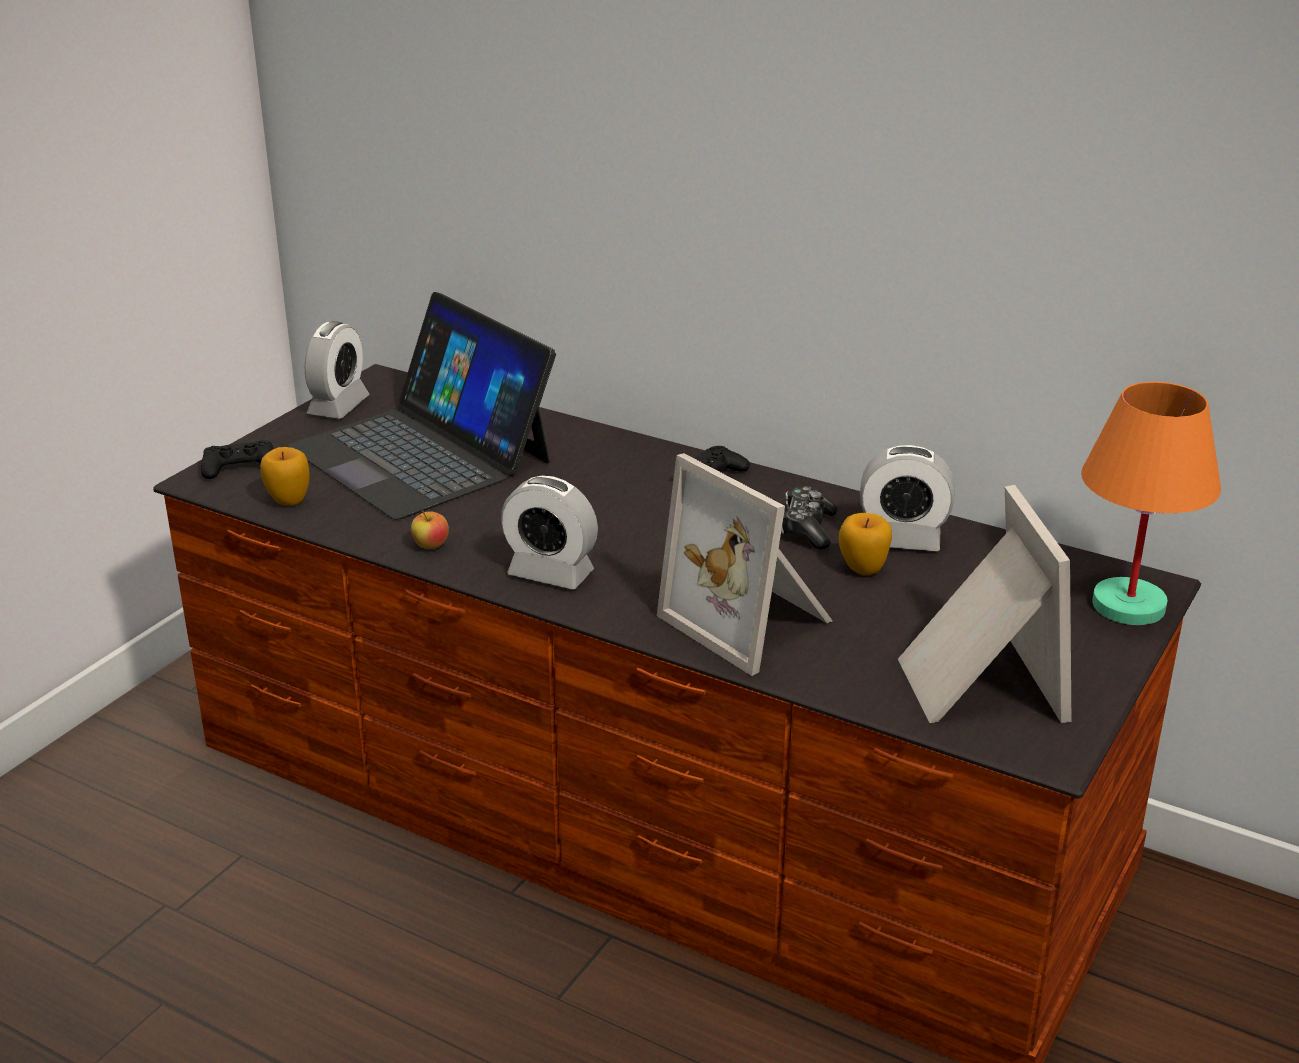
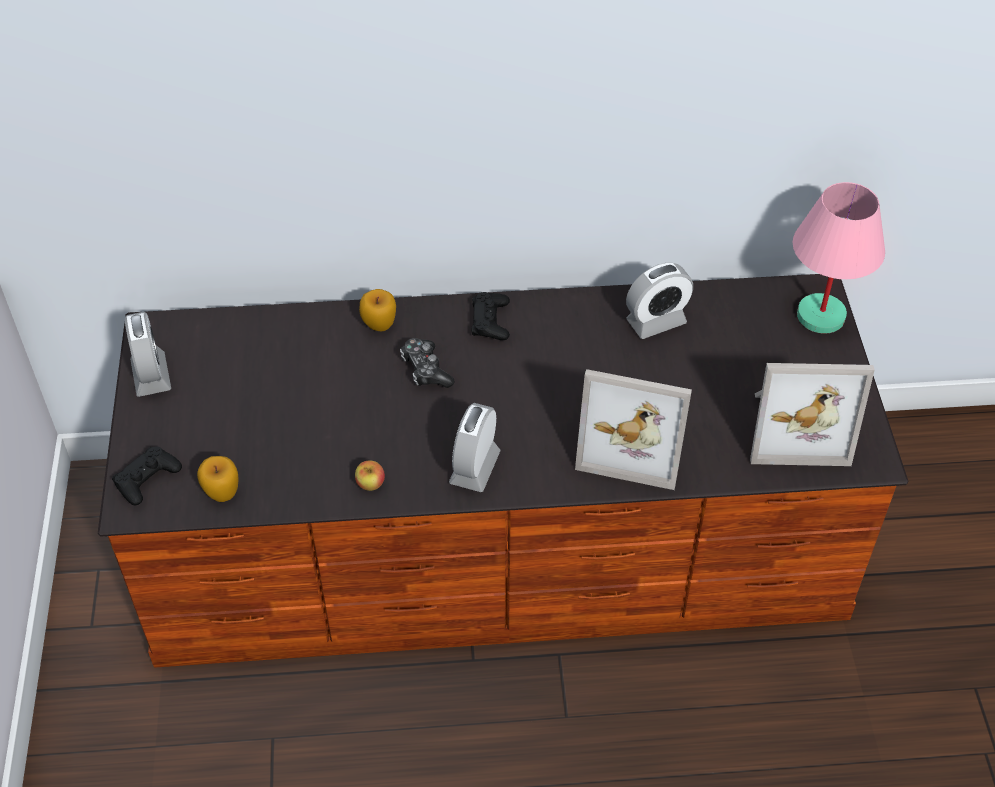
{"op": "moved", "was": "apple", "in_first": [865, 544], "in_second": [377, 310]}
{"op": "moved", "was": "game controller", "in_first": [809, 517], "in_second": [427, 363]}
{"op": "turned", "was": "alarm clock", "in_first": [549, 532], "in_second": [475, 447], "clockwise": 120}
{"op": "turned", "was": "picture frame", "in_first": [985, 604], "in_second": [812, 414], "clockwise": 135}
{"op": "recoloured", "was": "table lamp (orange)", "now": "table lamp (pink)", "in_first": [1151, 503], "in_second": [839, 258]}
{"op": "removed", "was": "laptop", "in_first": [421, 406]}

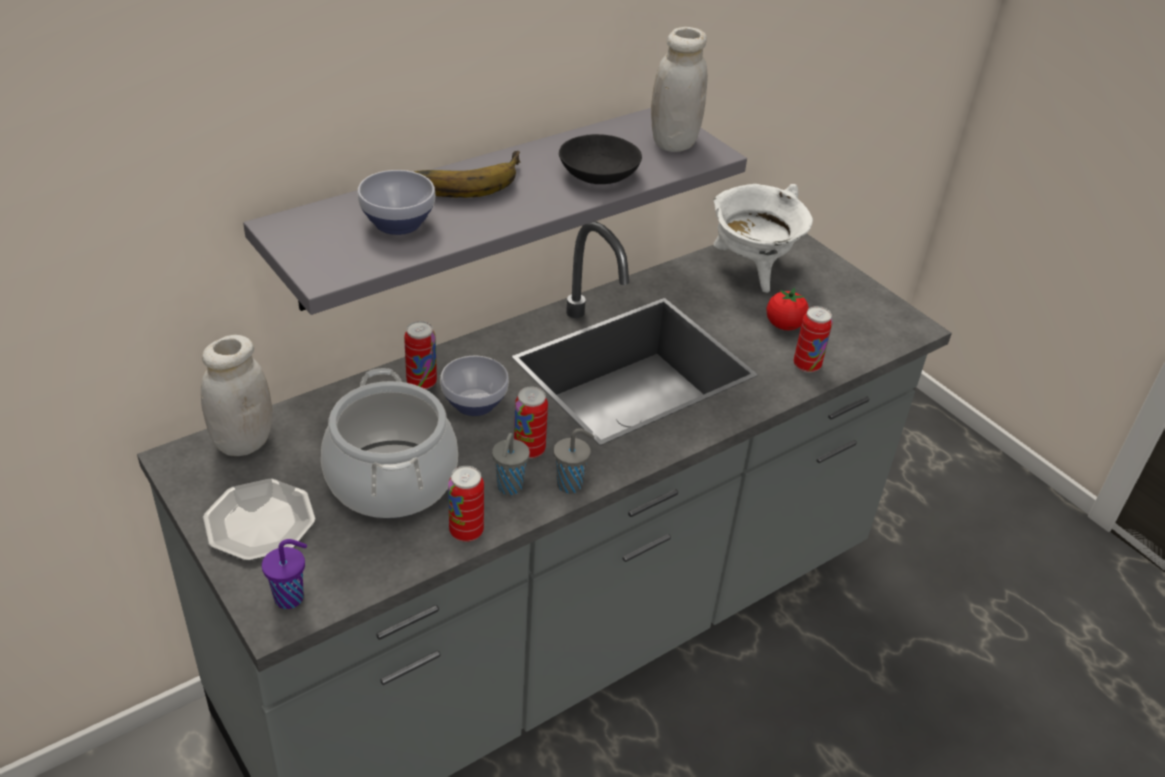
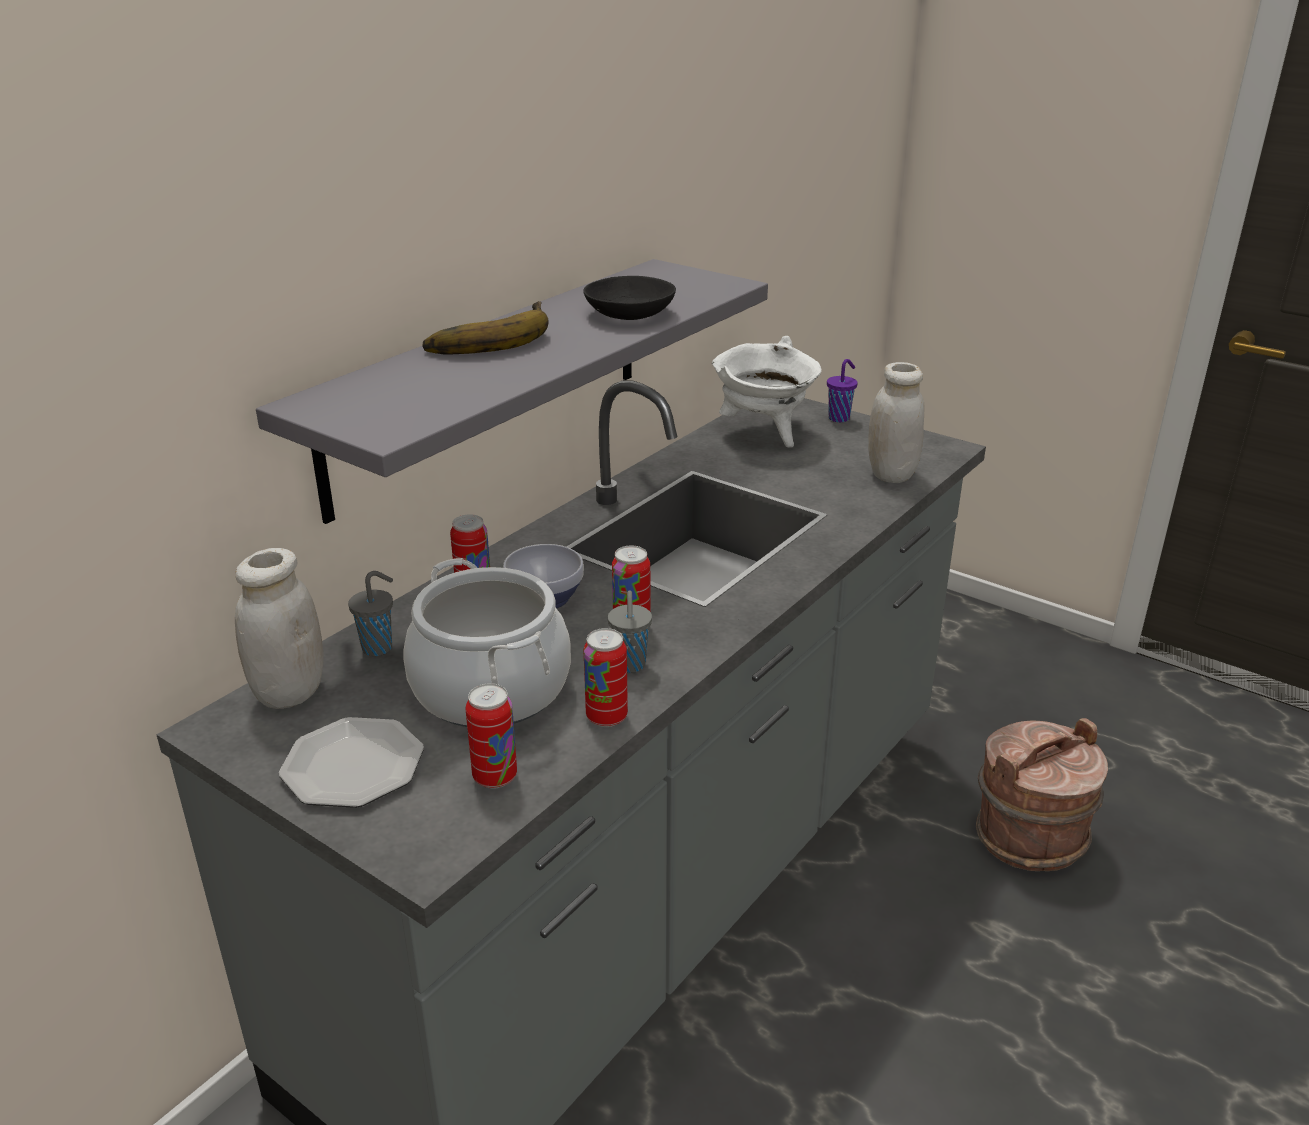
{"op": "moved", "was": "cup (grey)", "in_first": [574, 461], "in_second": [370, 613]}
{"op": "moved", "was": "can", "in_first": [813, 339], "in_second": [491, 736]}
{"op": "moved", "was": "cup (purple)", "in_first": [284, 574], "in_second": [842, 390]}
{"op": "moved", "was": "jar (white)", "in_first": [679, 89], "in_second": [896, 422]}
{"op": "added", "now": "bucket (brown)", "in_second": [1042, 794]}
{"op": "removed", "was": "bowl", "in_first": [396, 202]}
{"op": "removed", "was": "tomato", "in_first": [787, 309]}

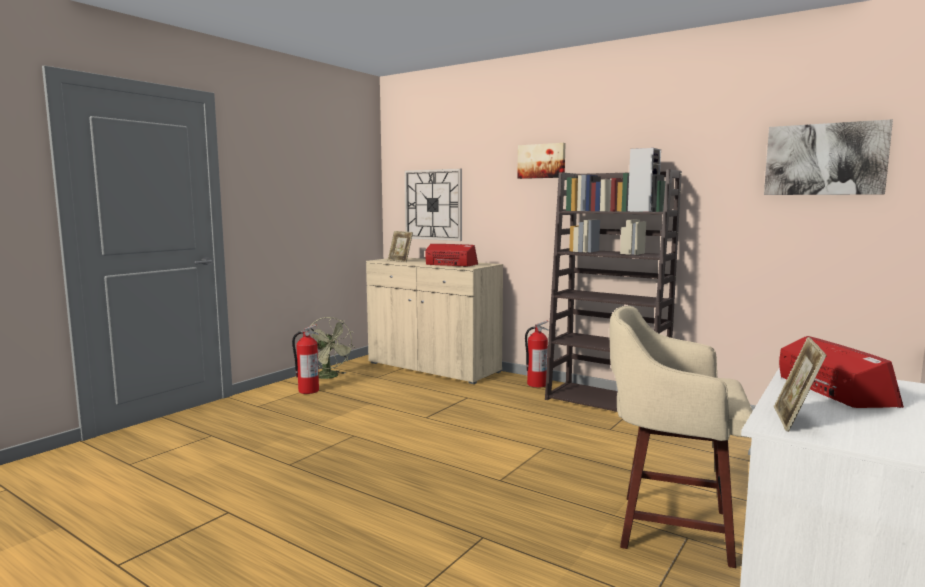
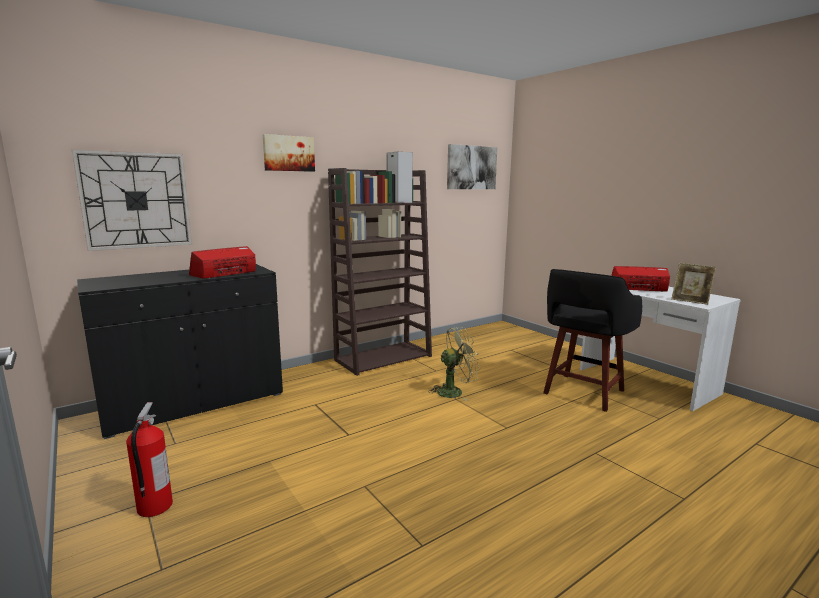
{"op": "recoloured", "was": "cabinet (beige)", "now": "cabinet (black)", "in_first": [434, 321], "in_second": [180, 351]}
{"op": "moved", "was": "fan (green)", "in_first": [332, 348], "in_second": [454, 364]}
{"op": "recoloured", "was": "stool (beige)", "now": "stool (black)", "in_first": [681, 437], "in_second": [592, 340]}
{"op": "removed", "was": "picture frame", "in_first": [400, 246]}
{"op": "removed", "was": "fire extinguisher", "in_first": [537, 354]}

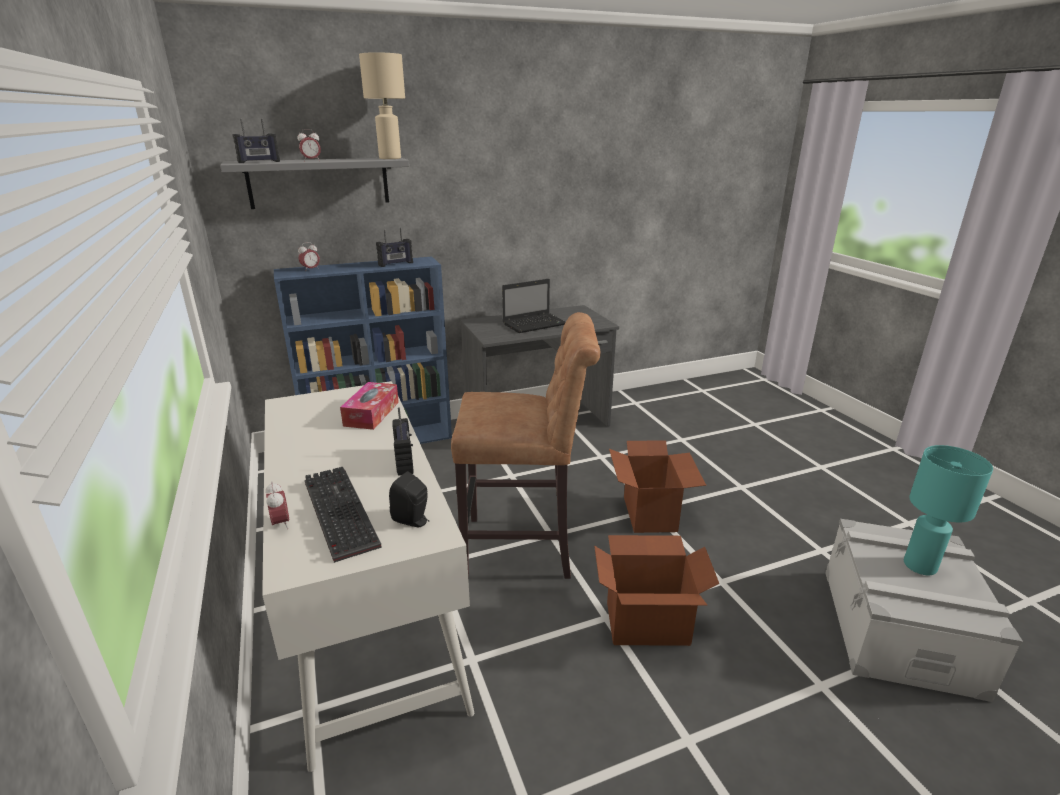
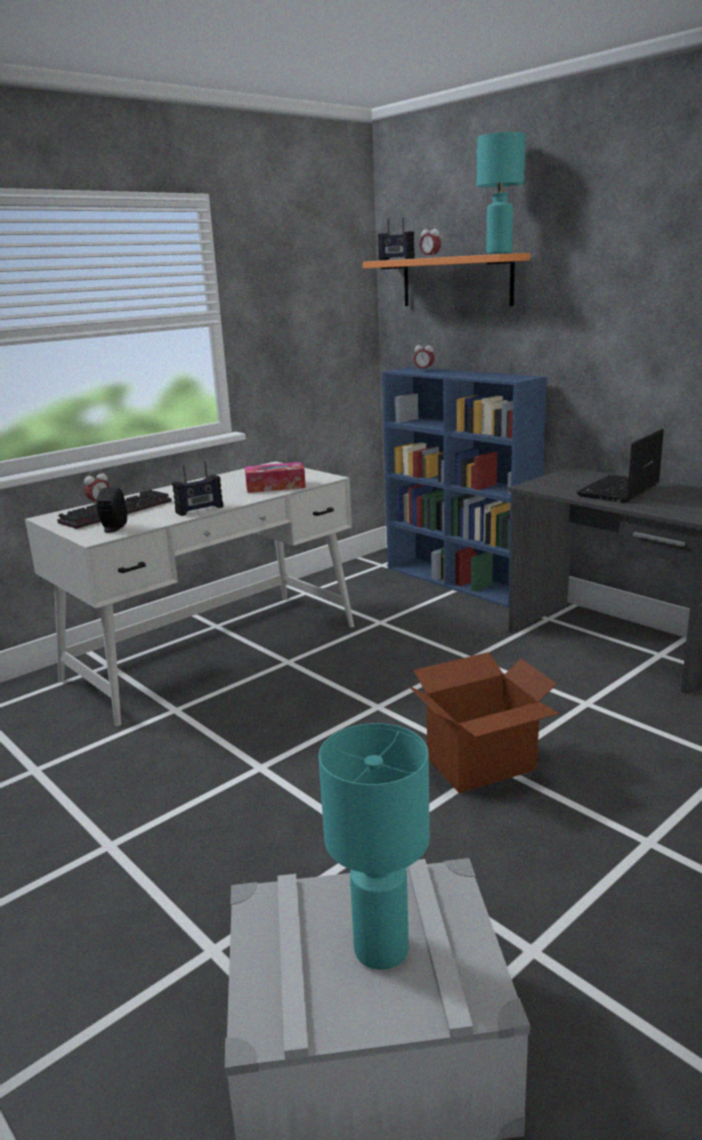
{"op": "recoloured", "was": "shelf (grey)", "now": "shelf (orange)", "in_first": [314, 183], "in_second": [446, 279]}
{"op": "recoloured", "was": "table lamp (beige)", "now": "table lamp (turquoise)", "in_first": [382, 105], "in_second": [501, 193]}
{"op": "turned", "was": "laptop", "in_first": [534, 306], "in_second": [620, 466], "clockwise": 90}
{"op": "removed", "was": "radio", "in_first": [394, 247]}
{"op": "removed", "was": "stool (brown)", "in_first": [525, 445]}
{"op": "removed", "was": "cardboard box", "in_first": [656, 590]}

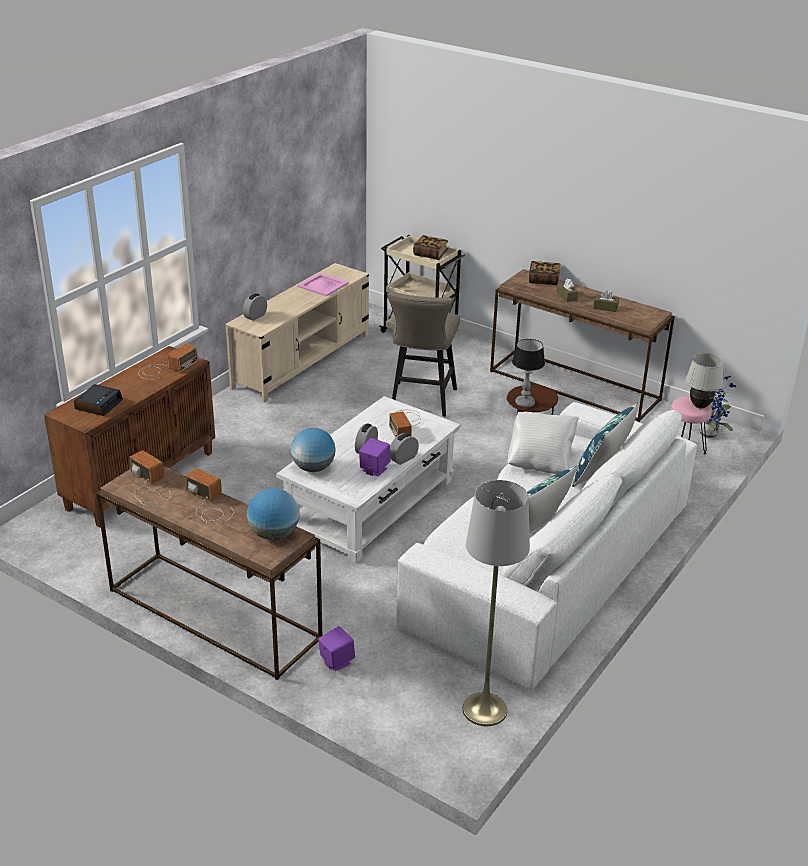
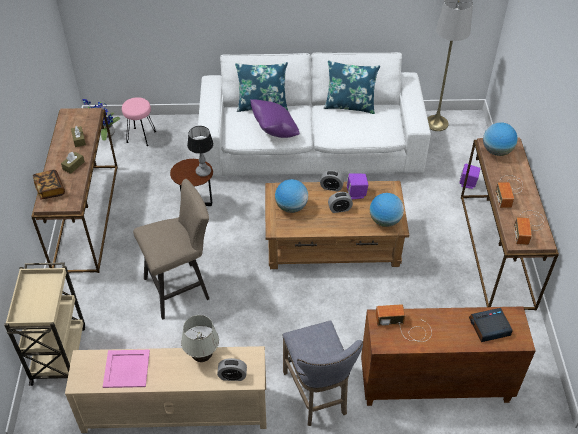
{"op": "moved", "was": "table lamp (white)", "in_first": [704, 380], "in_second": [200, 338]}
{"op": "recoloured", "was": "pillow (white)", "now": "pillow (purple)", "in_first": [543, 443], "in_second": [275, 118]}
{"op": "recoloured", "was": "coffee table (white)", "now": "coffee table (brown)", "in_first": [368, 479], "in_second": [337, 225]}
{"op": "replaced", "was": "radio", "now": "globe", "in_first": [405, 424], "in_second": [291, 196]}
{"op": "added", "now": "stool (grey)", "in_second": [322, 373]}
{"op": "removed", "was": "book", "in_first": [430, 247]}

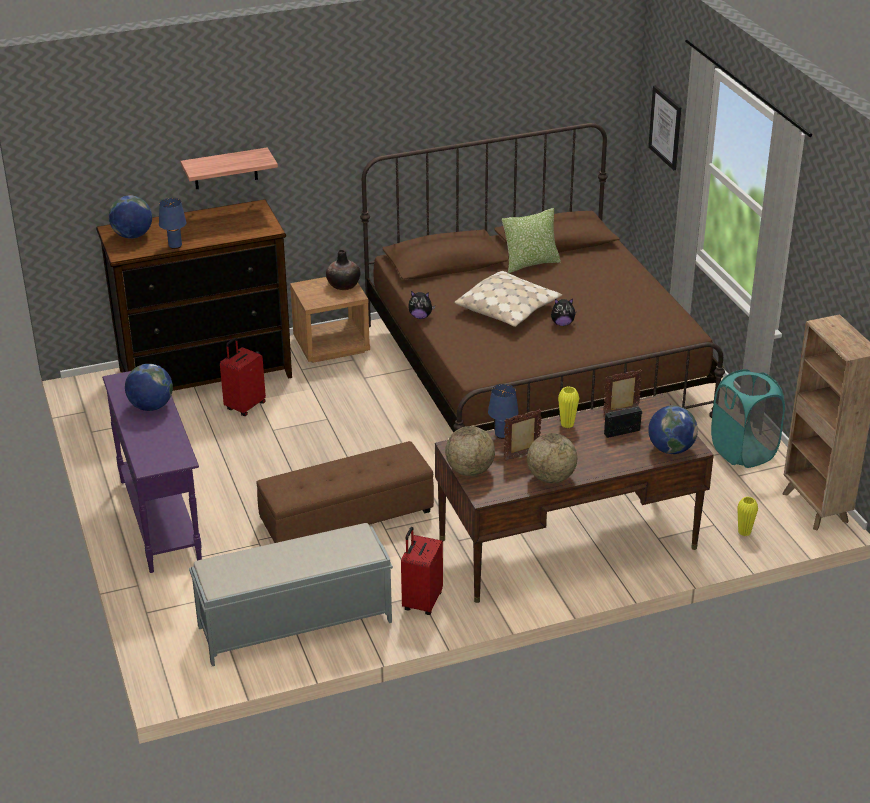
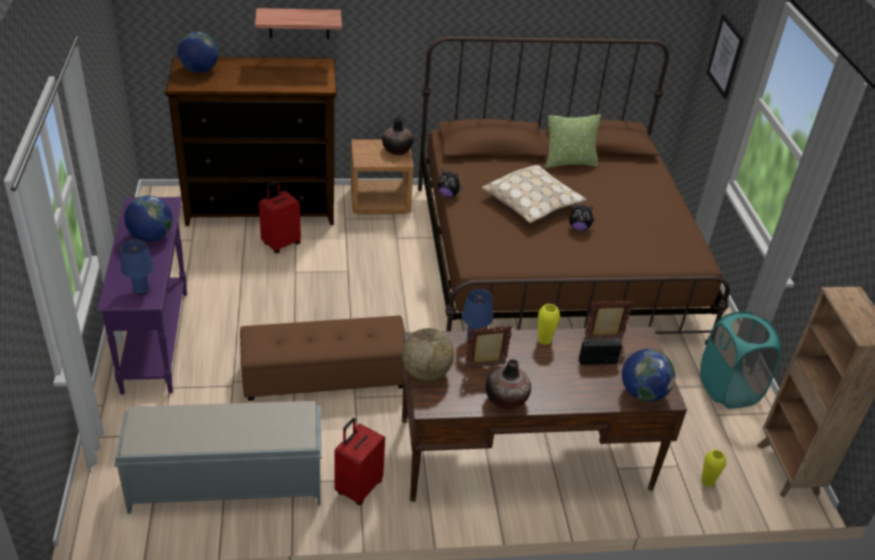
{"op": "moved", "was": "table lamp (blue)", "in_first": [172, 223], "in_second": [137, 267]}
{"op": "replaced", "was": "globe", "now": "vase", "in_first": [552, 458], "in_second": [508, 384]}

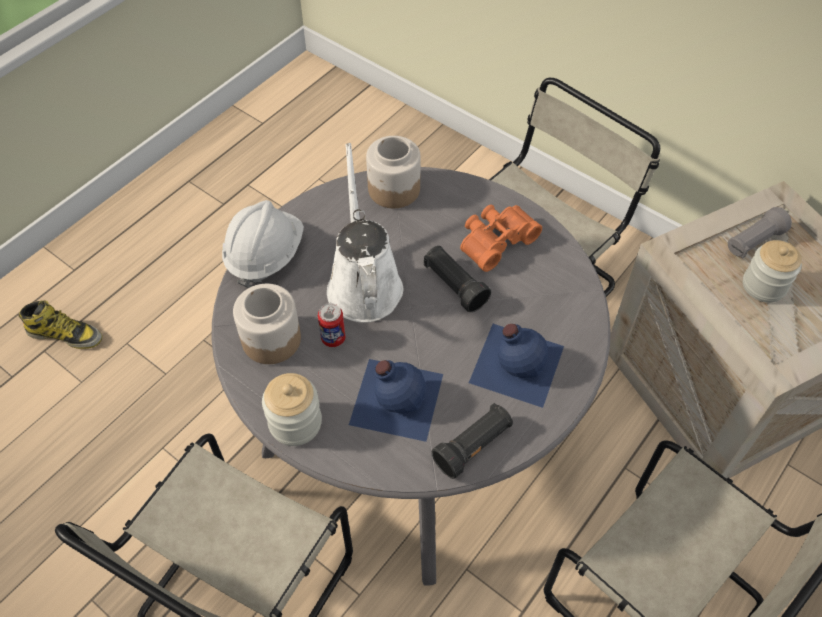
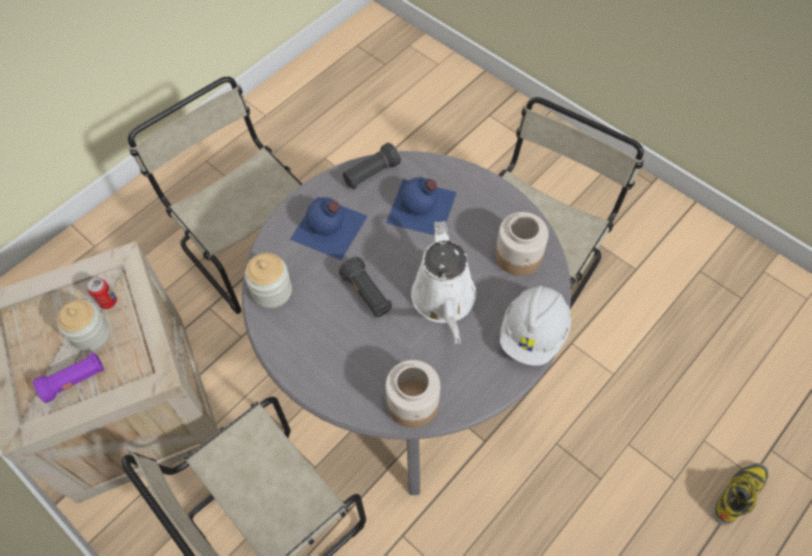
{"op": "recoloured", "was": "flashlight (grey)", "now": "flashlight (purple)", "in_first": [760, 232], "in_second": [68, 377]}
{"op": "moved", "was": "can", "in_first": [331, 325], "in_second": [102, 293]}
{"op": "moved", "was": "jar", "in_first": [292, 409], "in_second": [268, 280]}
{"op": "turned", "was": "boot", "in_first": [60, 324], "in_second": [740, 494], "clockwise": 120}
{"op": "removed", "was": "binoculars (orange)", "in_first": [501, 238]}

